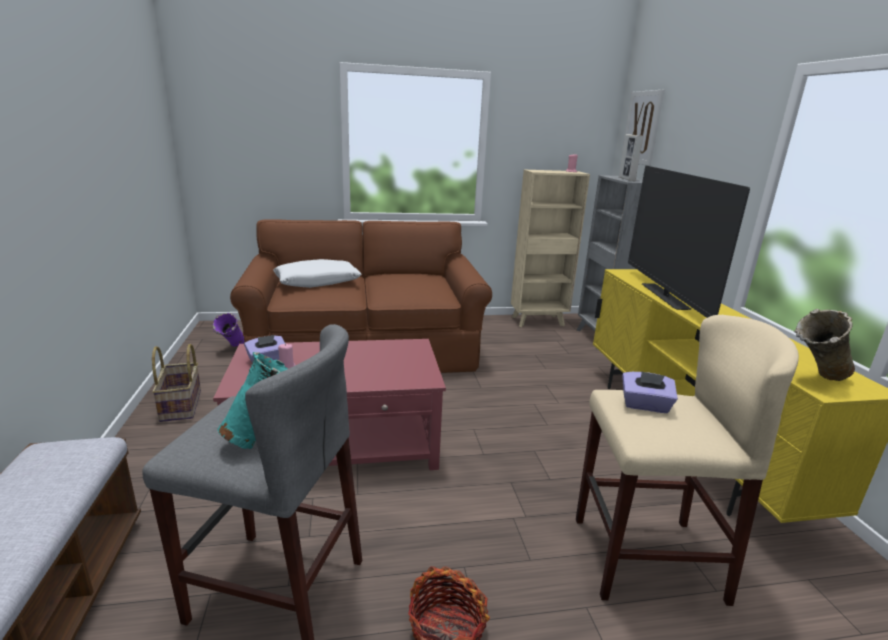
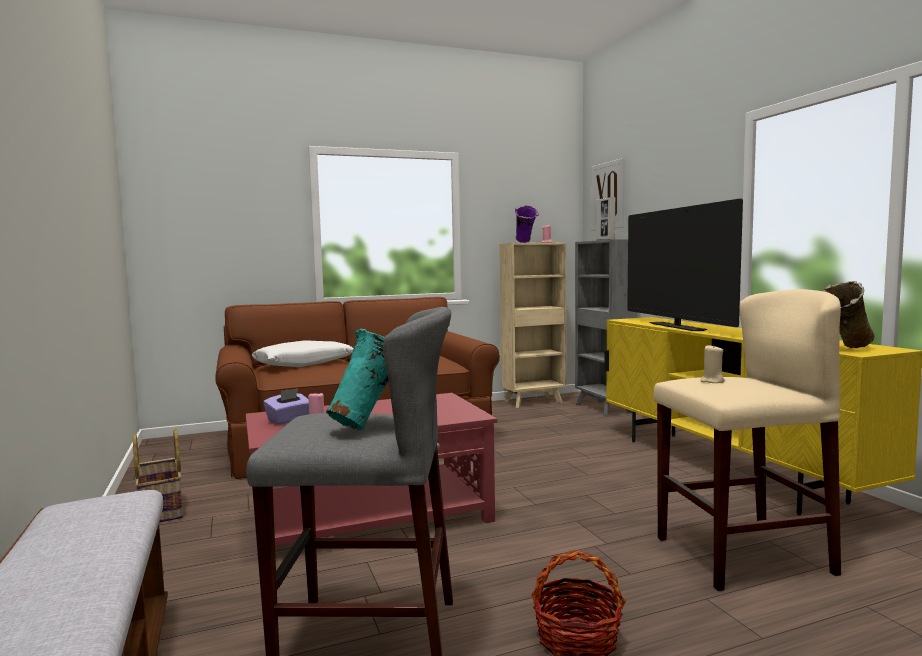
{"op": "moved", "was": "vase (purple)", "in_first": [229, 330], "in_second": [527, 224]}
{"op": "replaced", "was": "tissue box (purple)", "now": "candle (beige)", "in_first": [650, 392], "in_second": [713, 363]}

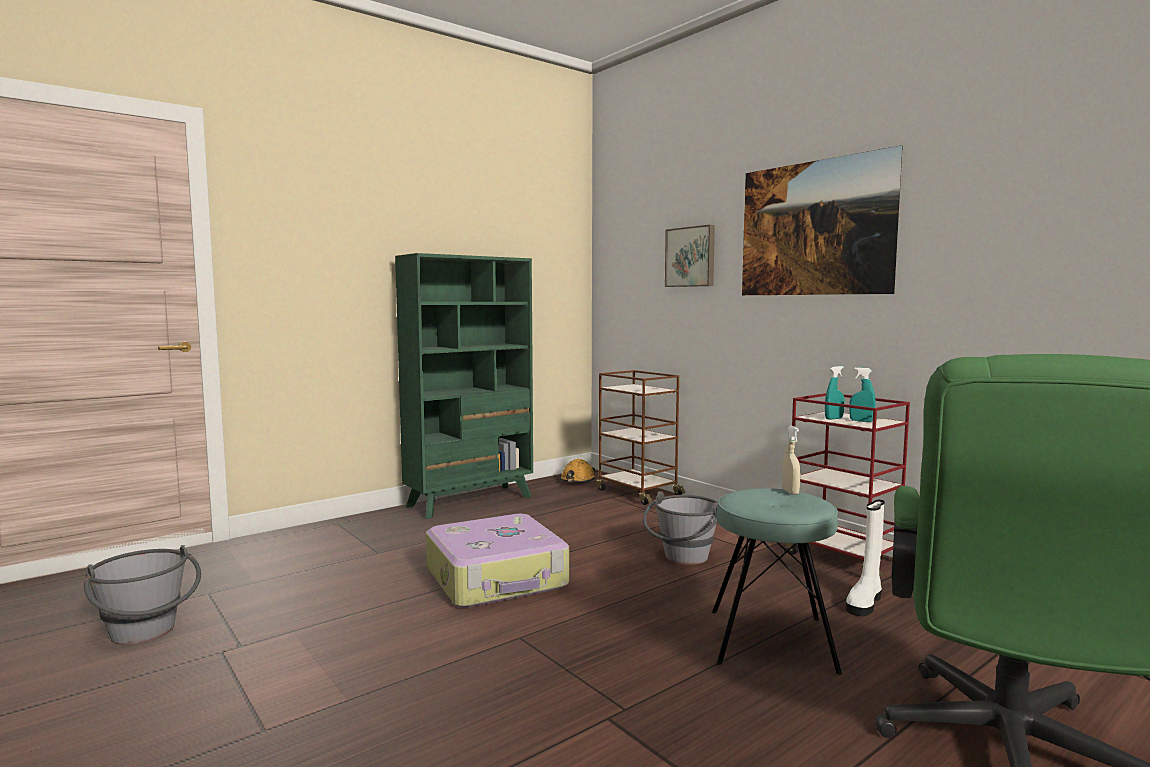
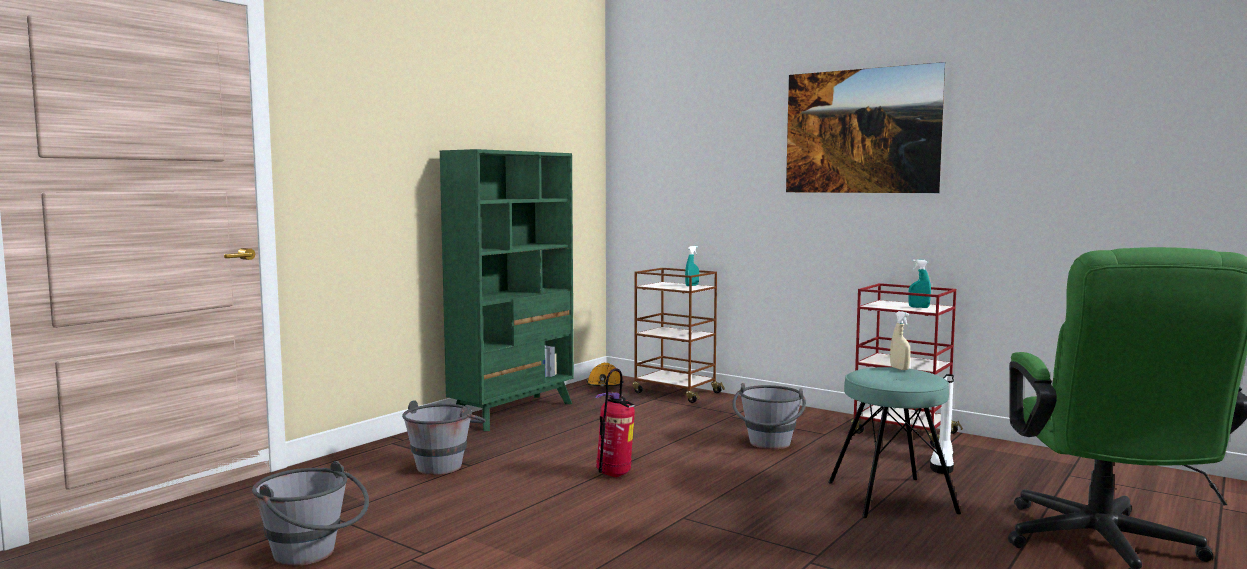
{"op": "added", "now": "bucket (grey)", "in_second": [444, 437]}
{"op": "replaced", "was": "suitcase", "now": "fire extinguisher", "in_first": [497, 561], "in_second": [615, 422]}
{"op": "moved", "was": "spray bottle (turquoise)", "in_first": [835, 393], "in_second": [692, 266]}
{"op": "removed", "was": "picture", "in_first": [690, 256]}

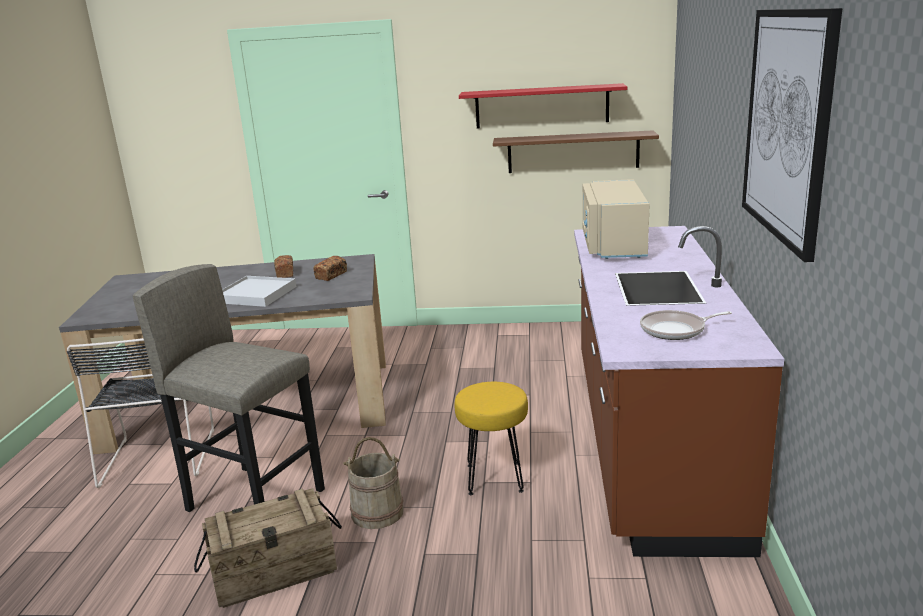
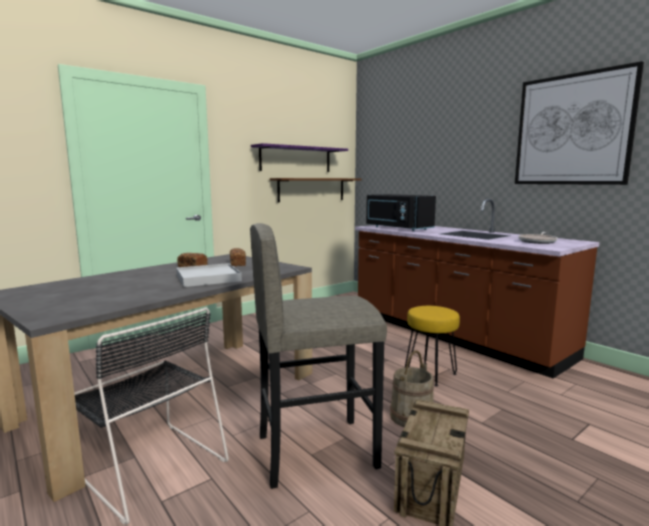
{"op": "recoloured", "was": "shelf (red)", "now": "shelf (purple)", "in_first": [543, 105], "in_second": [299, 157]}
{"op": "recoloured", "was": "microwave (beige)", "now": "microwave (black)", "in_first": [616, 219], "in_second": [401, 212]}

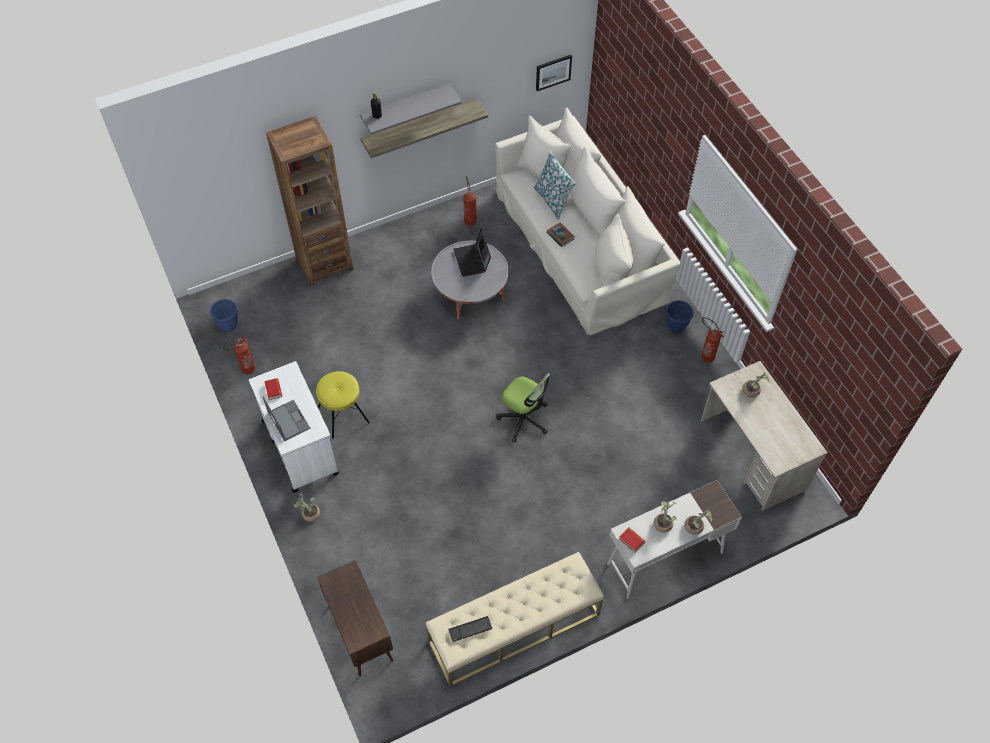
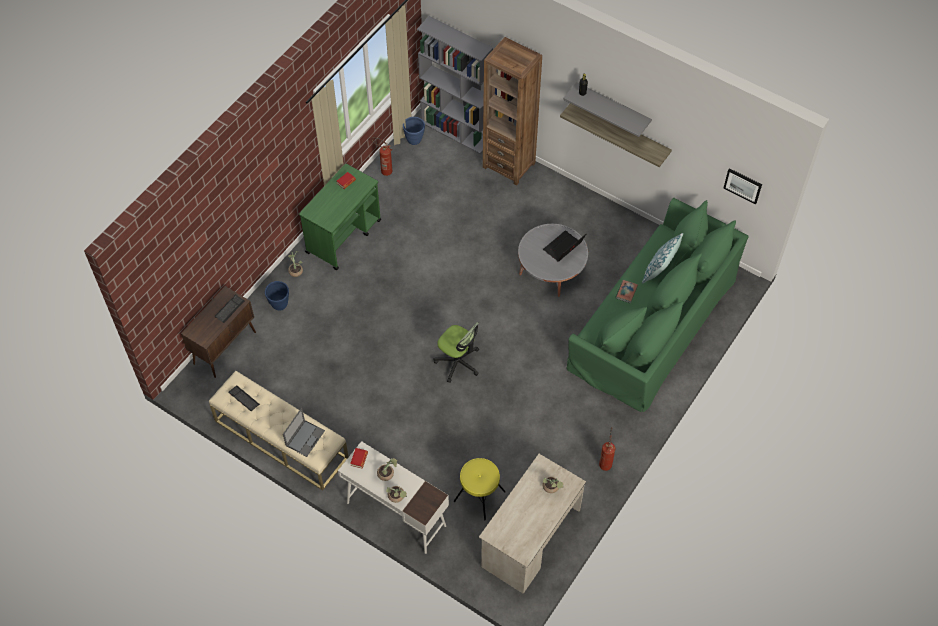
{"op": "added", "now": "keyboard", "in_second": [229, 308]}
{"op": "moved", "was": "planter (blue)", "in_first": [680, 316], "in_second": [277, 296]}
{"op": "moved", "was": "laptop", "in_first": [286, 419], "in_second": [304, 432]}
{"op": "recoloured", "was": "cart (white)", "now": "cart (green)", "in_first": [294, 427], "in_second": [340, 217]}
{"op": "added", "now": "bookcase (grey)", "in_second": [455, 85]}
{"op": "turned", "was": "office chair", "in_first": [523, 407], "in_second": [456, 352], "clockwise": -60}
{"op": "moved", "was": "stool (yellow)", "in_first": [343, 405], "in_second": [480, 489]}
{"op": "recoloured", "was": "sofa (beige)", "now": "sofa (green)", "in_first": [588, 221], "in_second": [657, 305]}
{"op": "removed", "was": "fire extinguisher", "in_first": [470, 201]}

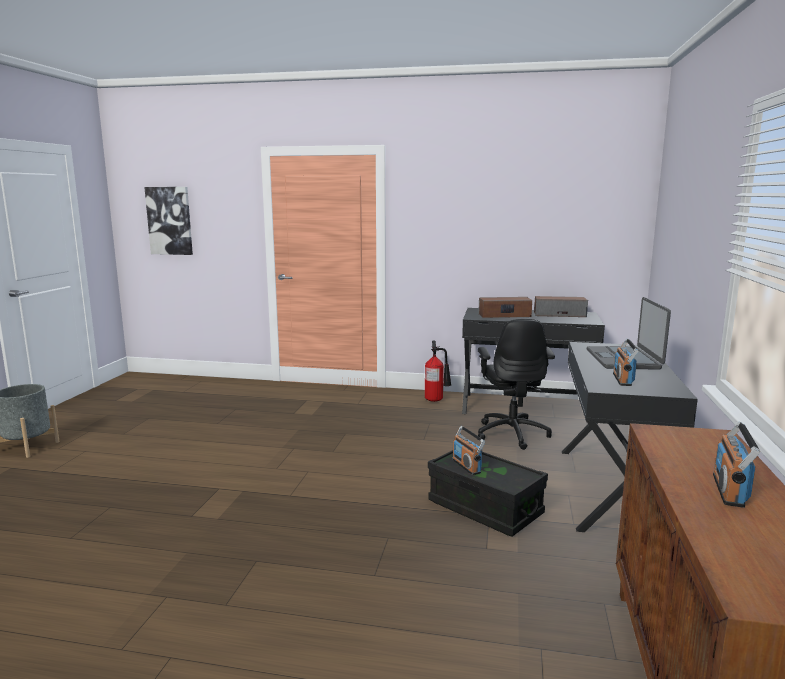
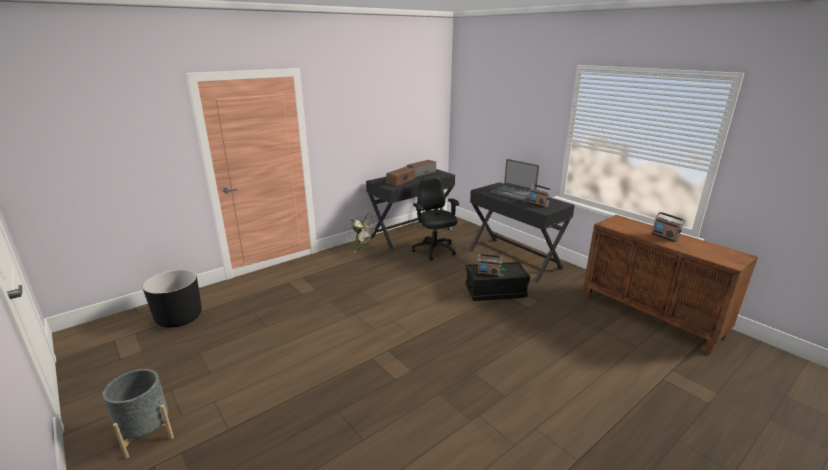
{"op": "added", "now": "planter (black)", "in_second": [172, 298]}
{"op": "replaced", "was": "fire extinguisher", "now": "fan (green)", "in_first": [438, 371], "in_second": [363, 232]}
{"op": "turned", "was": "office chair (black)", "in_first": [516, 384], "in_second": [435, 218], "clockwise": -150}
{"op": "removed", "was": "picture", "in_first": [168, 221]}

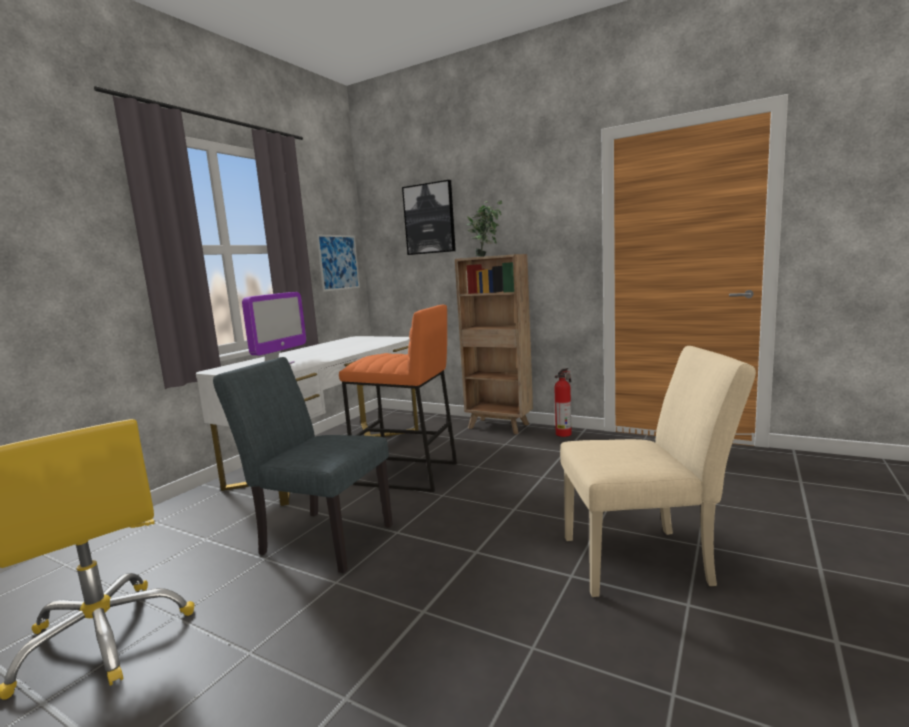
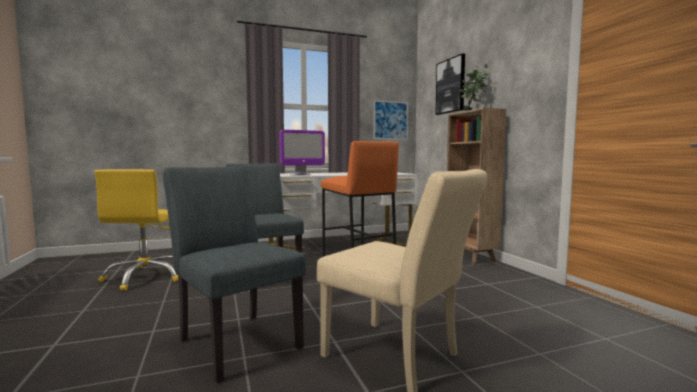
{"op": "added", "now": "chair (grey)", "in_second": [234, 274]}
{"op": "removed", "was": "fire extinguisher", "in_first": [563, 402]}

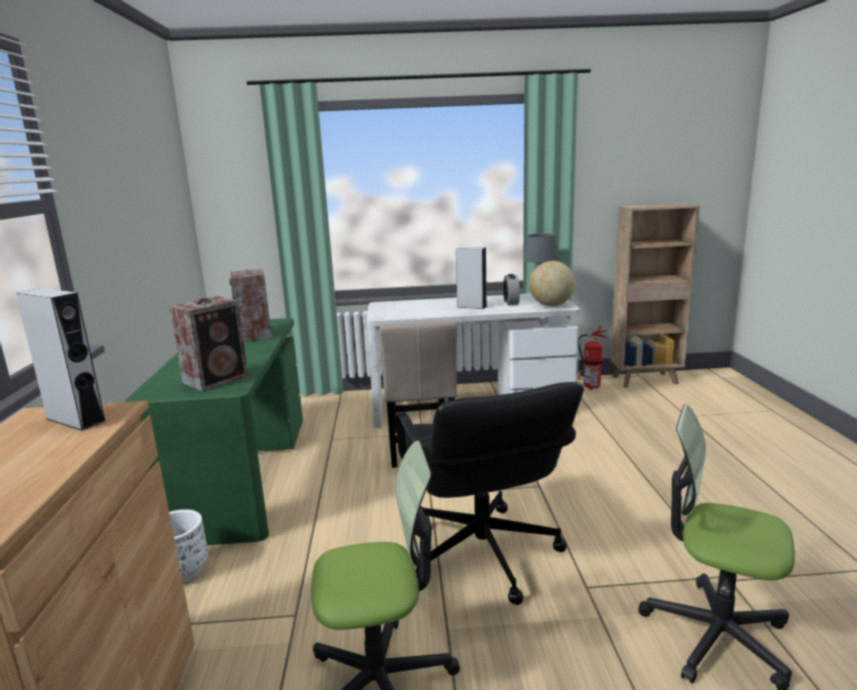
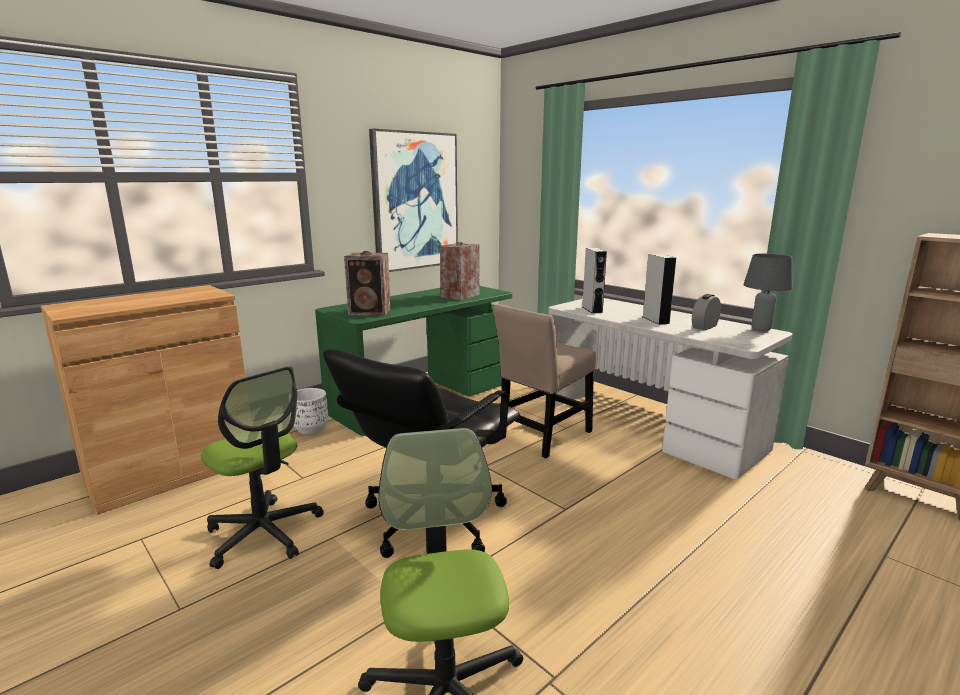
{"op": "added", "now": "picture", "in_second": [413, 200]}
{"op": "moved", "was": "speaker (grey)", "in_first": [61, 359], "in_second": [594, 280]}
{"op": "removed", "was": "globe", "in_first": [552, 283]}
{"op": "removed", "was": "fire extinguisher", "in_first": [592, 358]}

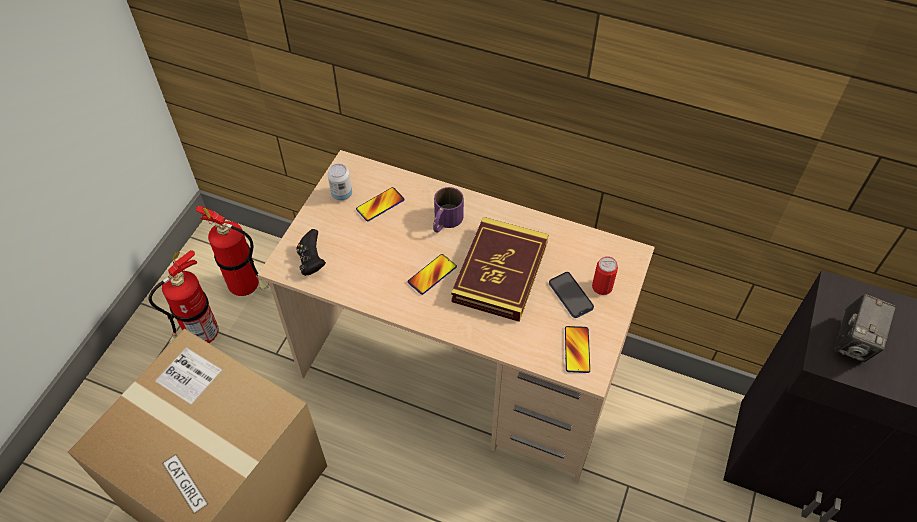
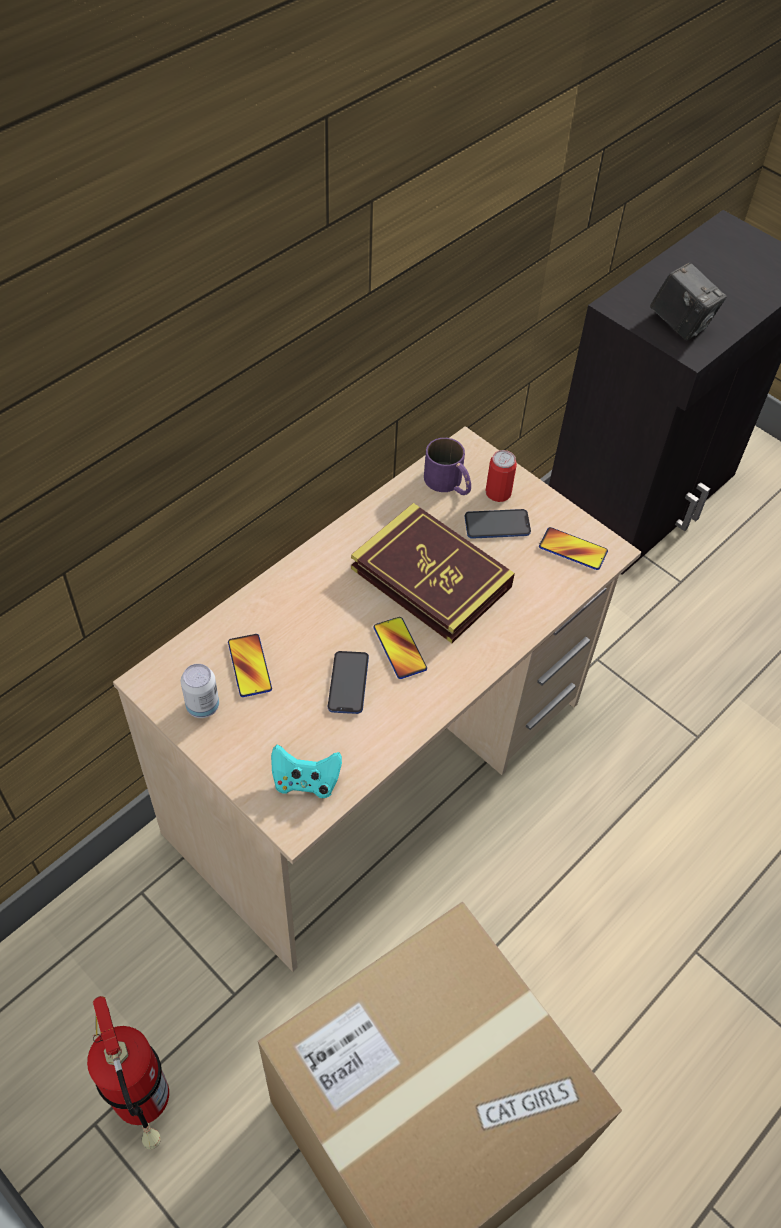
{"op": "recoloured", "was": "game controller (black)", "now": "game controller (turquoise)", "in_first": [311, 252], "in_second": [306, 771]}
{"op": "added", "now": "phone", "in_second": [348, 682]}
{"op": "moved", "was": "mug (purple)", "in_first": [448, 209], "in_second": [447, 466]}
{"op": "removed", "was": "fire extinguisher", "in_first": [233, 251]}

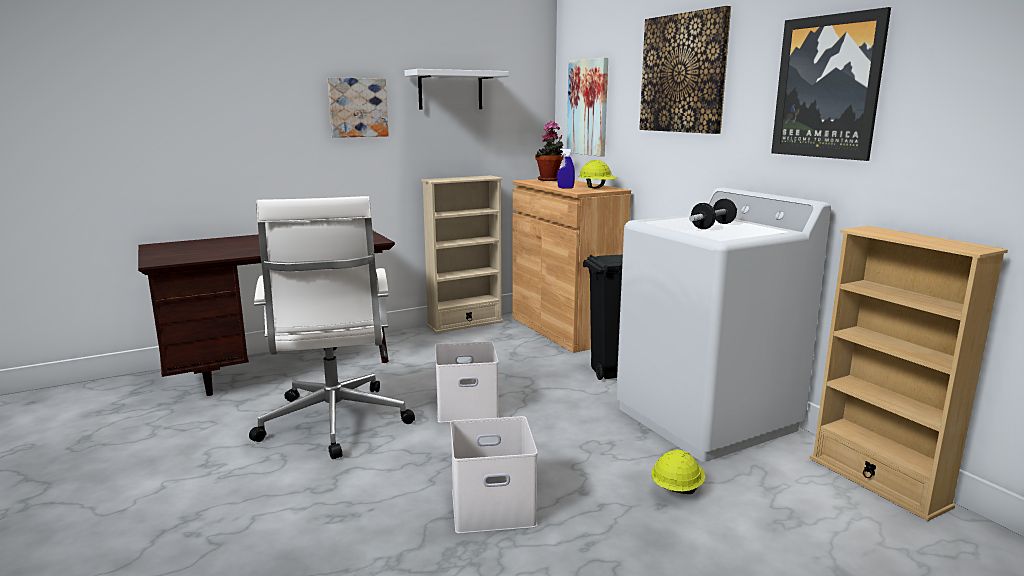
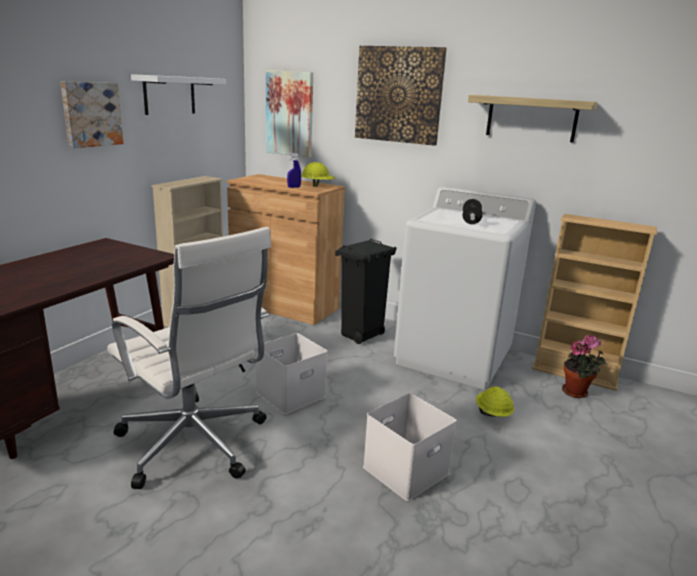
{"op": "replaced", "was": "picture", "now": "shelf", "in_first": [831, 84], "in_second": [533, 118]}
{"op": "moved", "was": "potted plant", "in_first": [550, 151], "in_second": [584, 366]}

